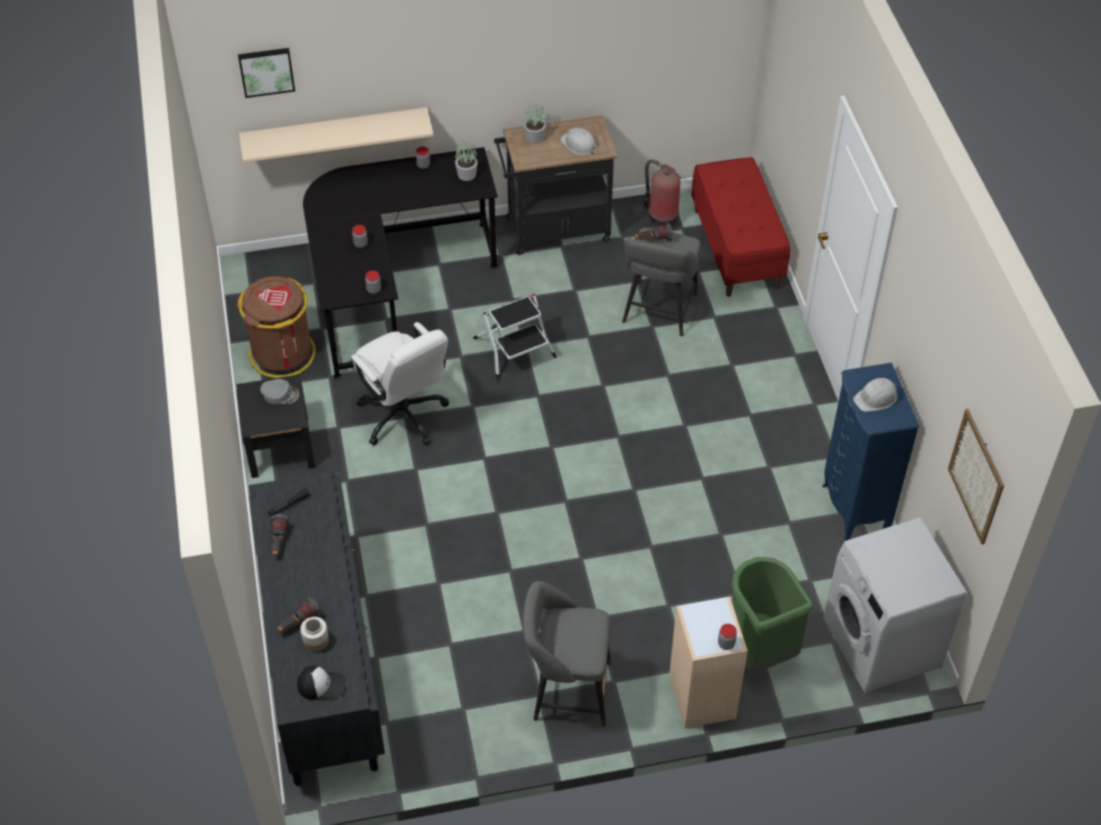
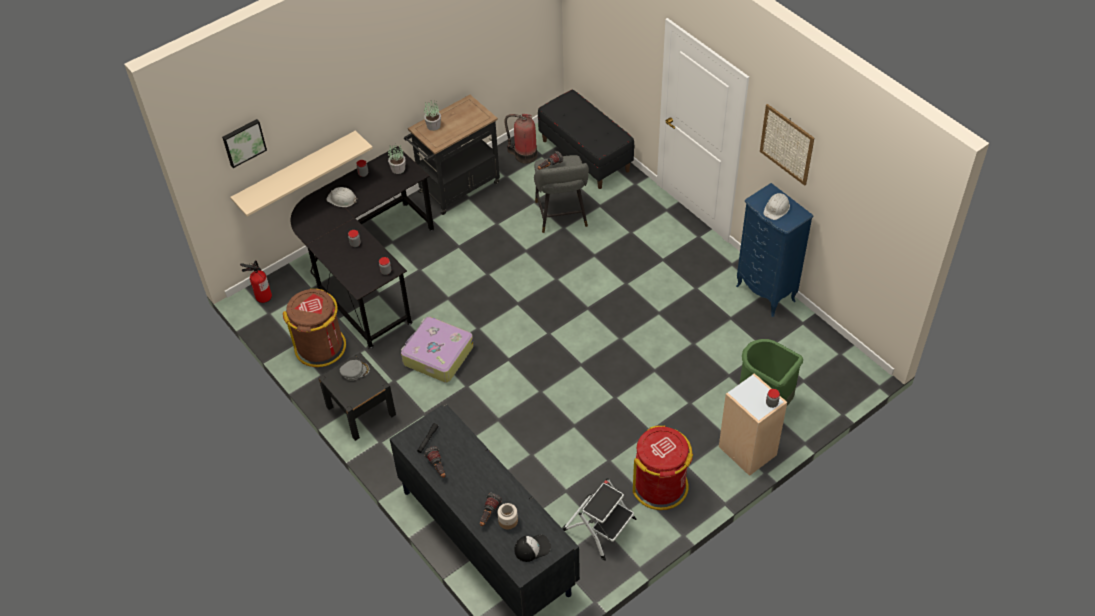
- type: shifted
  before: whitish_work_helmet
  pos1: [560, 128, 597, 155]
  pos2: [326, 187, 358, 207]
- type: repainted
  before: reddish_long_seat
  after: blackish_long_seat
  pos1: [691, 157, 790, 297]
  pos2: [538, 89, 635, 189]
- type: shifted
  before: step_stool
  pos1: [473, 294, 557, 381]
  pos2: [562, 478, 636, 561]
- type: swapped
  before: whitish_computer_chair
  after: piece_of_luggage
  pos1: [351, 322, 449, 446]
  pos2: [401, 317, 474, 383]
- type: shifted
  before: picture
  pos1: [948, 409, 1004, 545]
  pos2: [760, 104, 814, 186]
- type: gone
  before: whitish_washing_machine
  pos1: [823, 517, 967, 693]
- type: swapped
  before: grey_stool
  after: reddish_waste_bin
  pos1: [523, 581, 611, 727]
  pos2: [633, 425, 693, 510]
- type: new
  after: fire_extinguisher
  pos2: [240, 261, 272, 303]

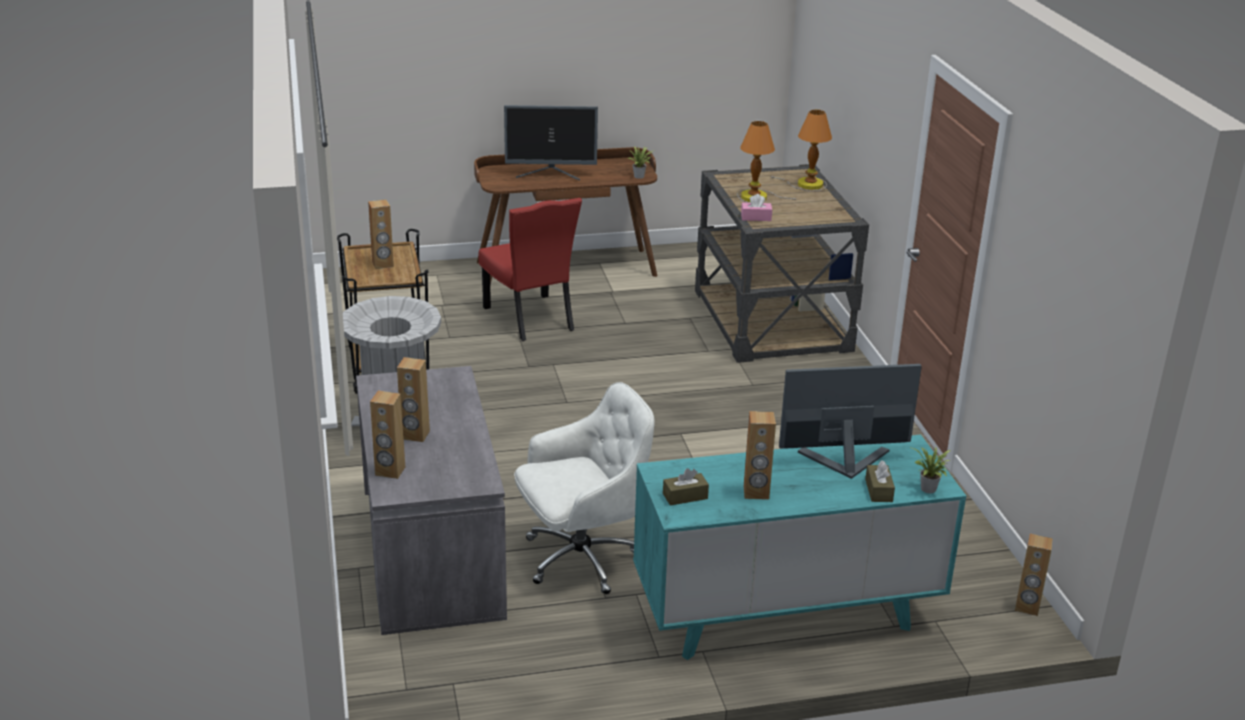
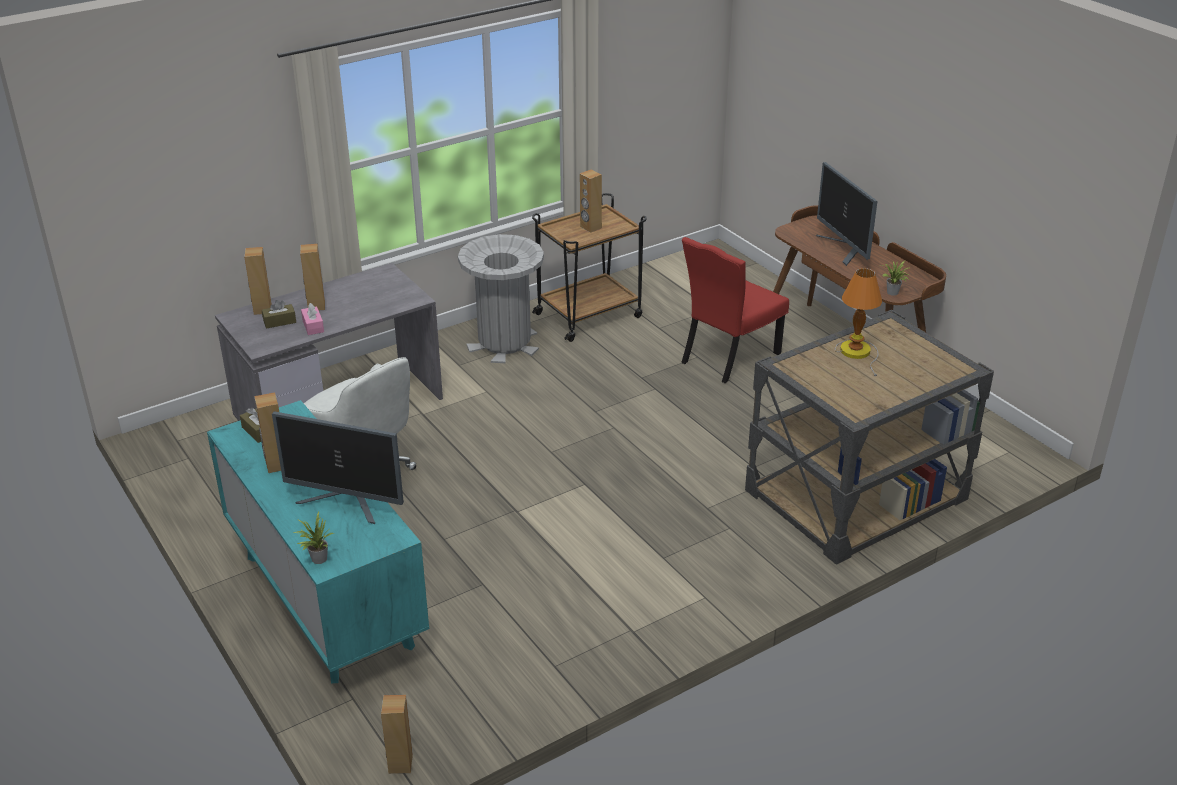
- type: gone
  before: lamp_for_a_table
  pos1: [771, 109, 832, 191]
- type: shifted
  before: pinkish_box_of_tissues
  pos1: [741, 194, 772, 221]
  pos2: [301, 303, 324, 335]
- type: rotated
  before: monitor
  pos1: [779, 364, 922, 479]
  pos2: [272, 411, 404, 524]
  turn: 135
- type: shifted
  before: brown-coloured_box_of_tissues
  pos1: [865, 460, 895, 502]
  pos2: [262, 300, 296, 329]

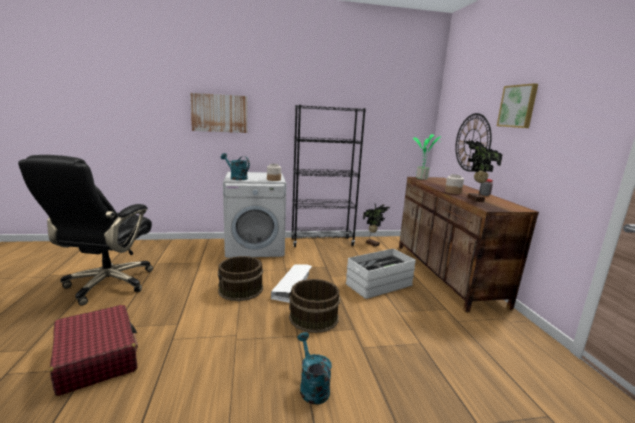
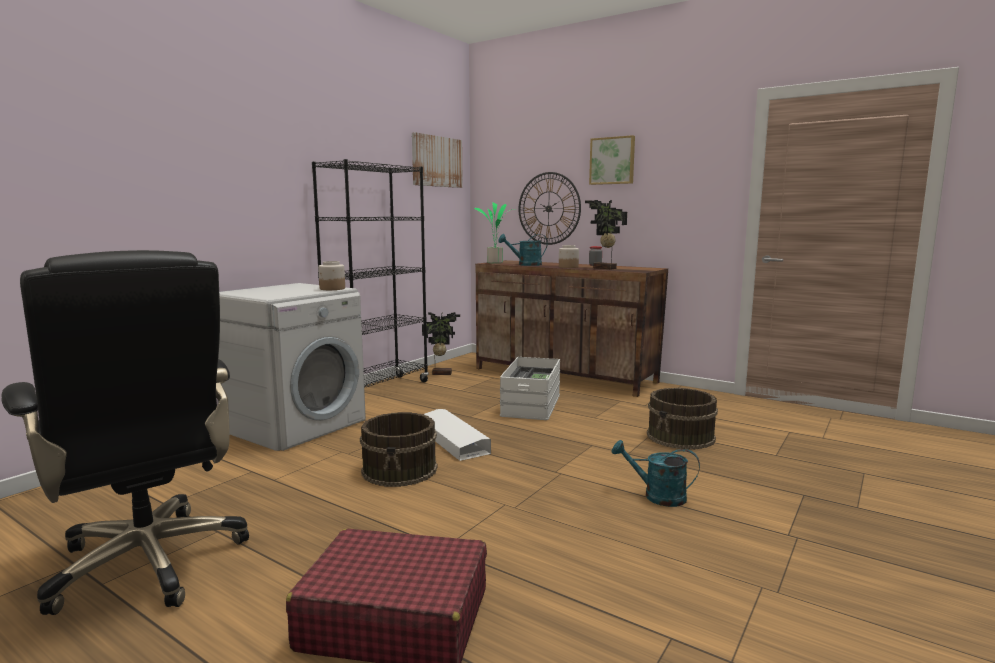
- type: shifted
  before: picture
  pos1: [190, 93, 247, 133]
  pos2: [412, 132, 463, 188]
- type: shifted
  before: turquoise-coloured_sprinkling_can
  pos1: [221, 153, 250, 180]
  pos2: [498, 234, 548, 266]
- type: shifted
  before: brown-coloured_pail
  pos1: [289, 279, 340, 333]
  pos2: [647, 388, 718, 450]

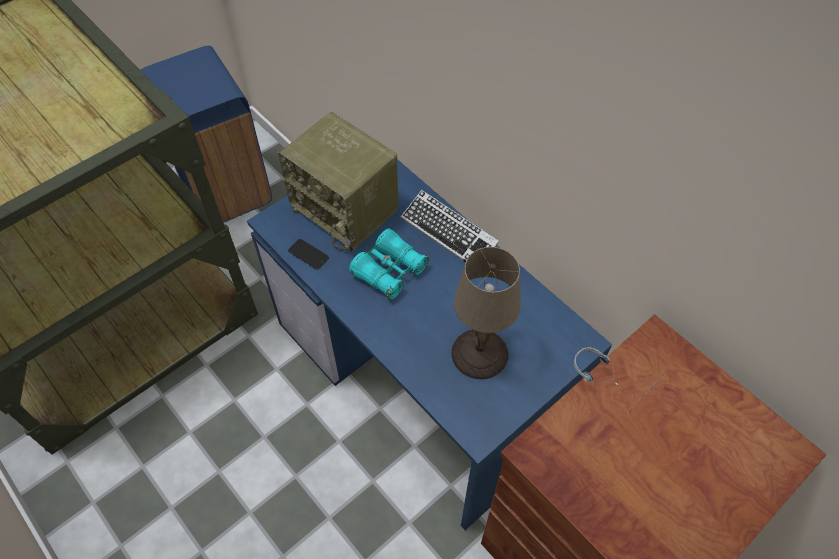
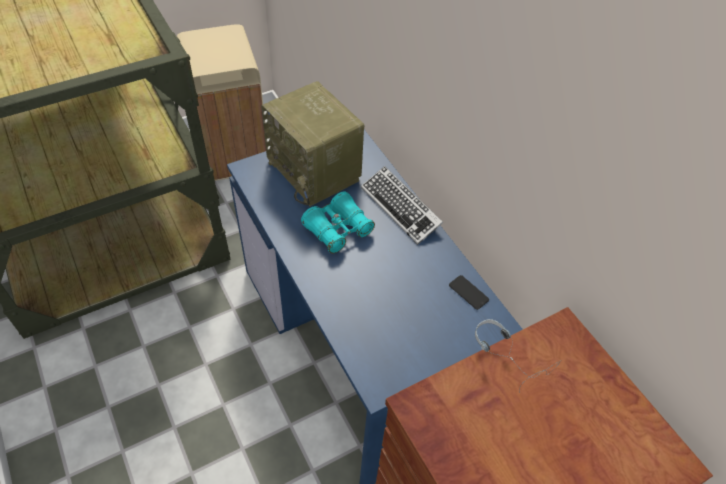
- type: repainted
  before: blue-coloured_waste_bin
  after: beige-coloured_waste_bin
  pos1: [141, 46, 272, 223]
  pos2: [176, 24, 268, 181]
- type: shifted
  before: phone
  pos1: [288, 239, 329, 269]
  pos2: [449, 275, 489, 310]
- type: gone
  before: beige-coloured_lamp_for_a_table
  pos1: [452, 247, 521, 379]

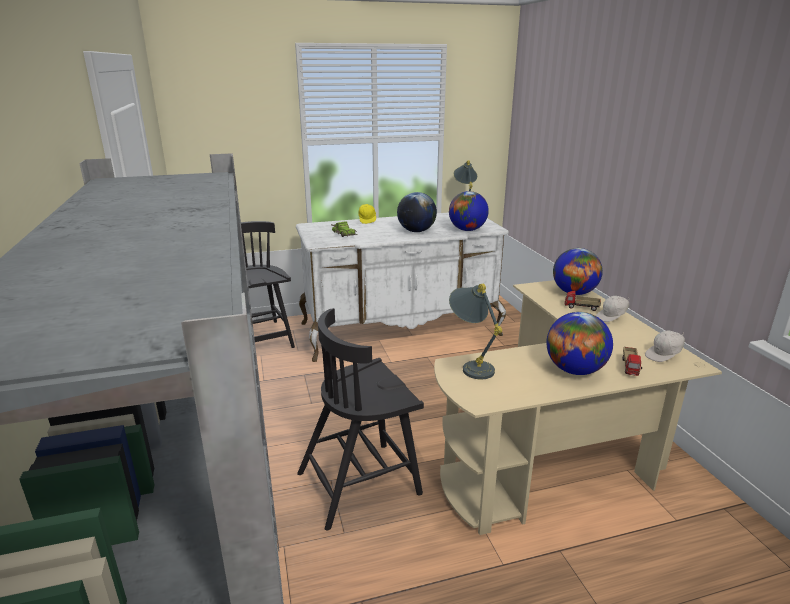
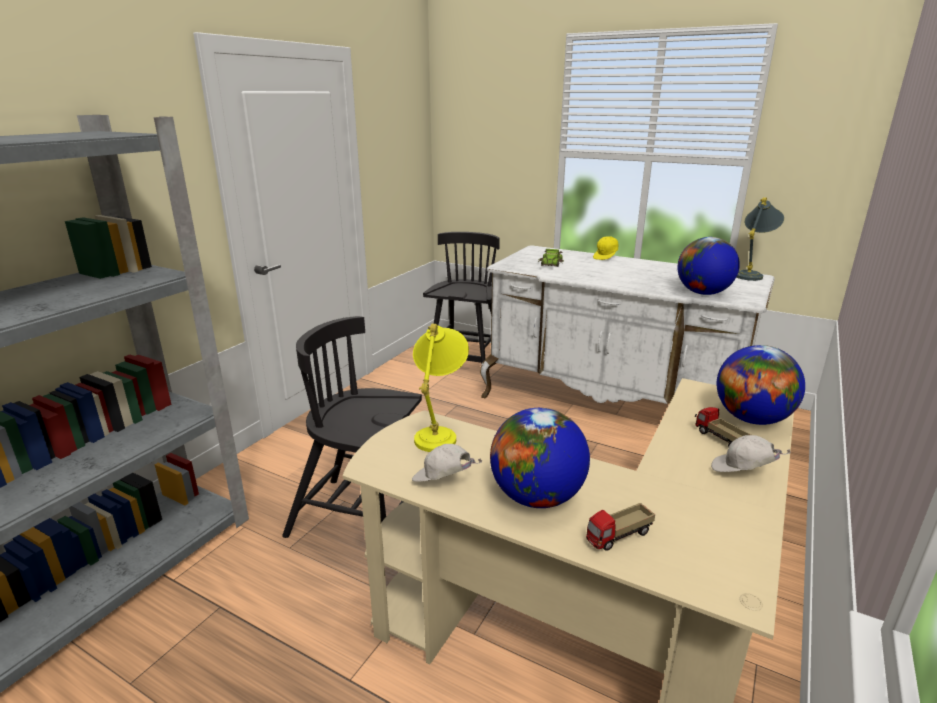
- type: gone
  before: globe
  pos1: [397, 192, 437, 232]
- type: repainted
  before: grey_lamp_for_a_table
  after: yellow-coloured_lamp_for_a_table
  pos1: [449, 284, 502, 379]
  pos2: [413, 324, 469, 452]
- type: shifted
  before: whitish_baseball_cap
  pos1: [645, 331, 685, 362]
  pos2: [412, 444, 482, 482]

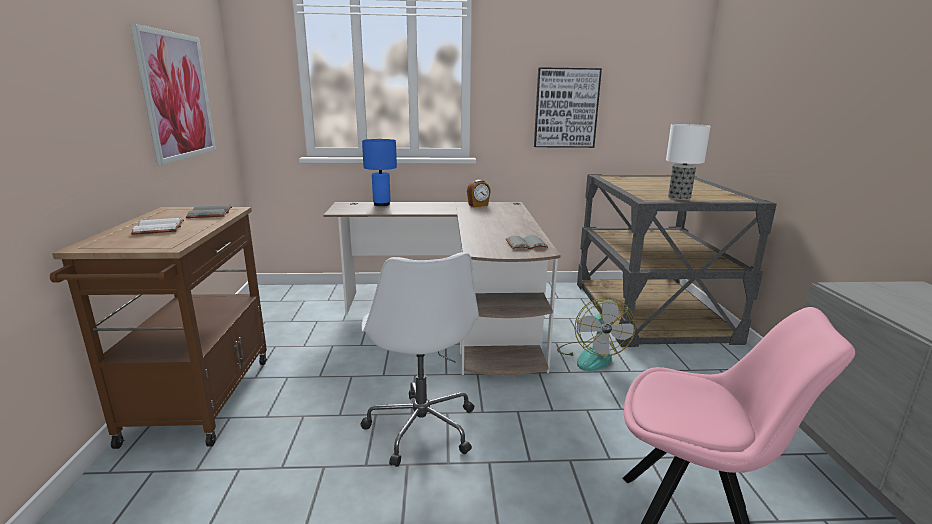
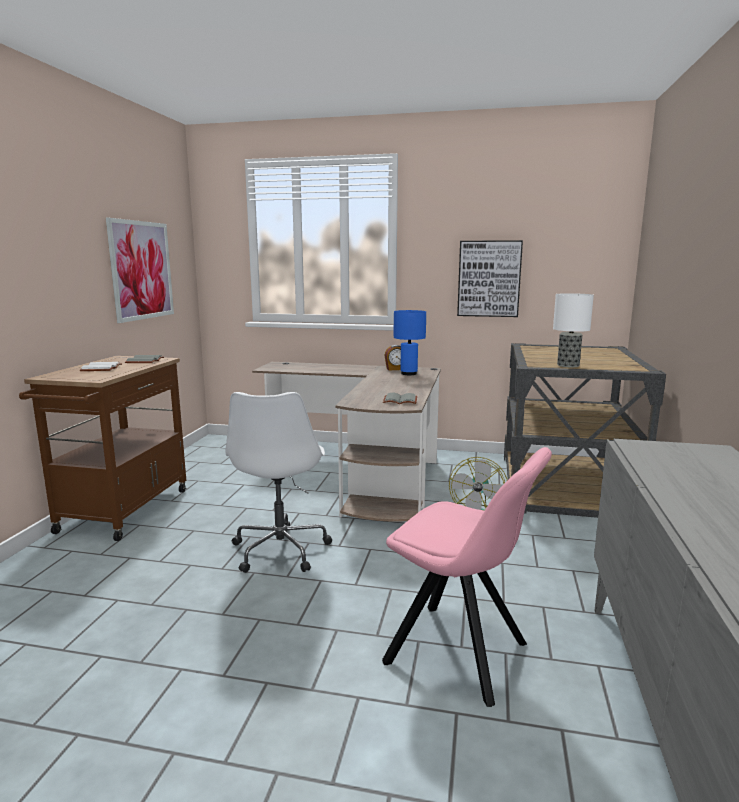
- type: shifted
  before: blue-coloured_lamp_for_a_table
  pos1: [362, 139, 397, 206]
  pos2: [394, 310, 426, 375]

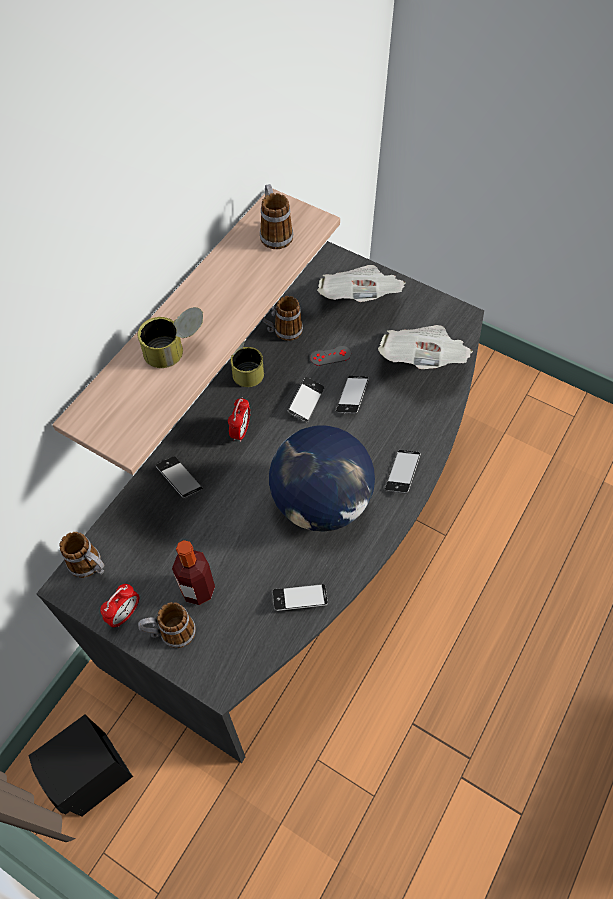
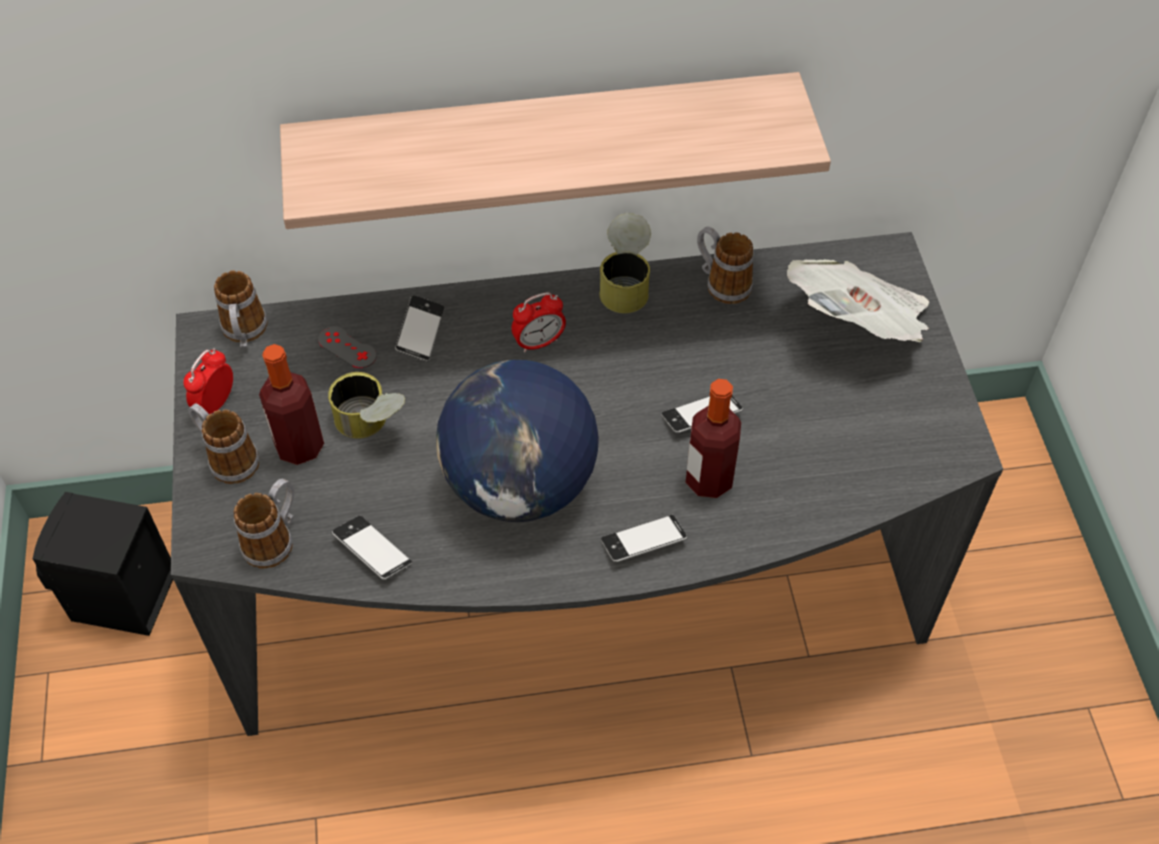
- type: shifted
  before: tea_mug
  pos1: [260, 184, 293, 249]
  pos2: [234, 479, 294, 569]
- type: shifted
  before: can
  pos1: [138, 307, 203, 368]
  pos2: [328, 372, 405, 439]
- type: gone
  before: newspaper
  pos1: [378, 325, 473, 369]
- type: shifted
  before: grey_joypad
  pos1: [310, 346, 351, 366]
  pos2: [318, 326, 377, 368]
- type: gone
  before: phone
  pos1: [287, 377, 325, 423]
- type: rotated
  before: bedside_clock
  pos1: [100, 584, 139, 627]
  pos2: [183, 348, 233, 414]
  turn: 120
- type: new
  after: beverage_bottle
  pos2: [686, 379, 741, 498]

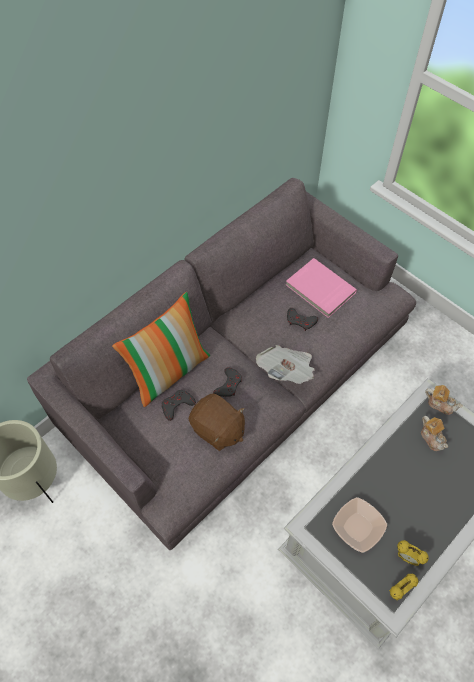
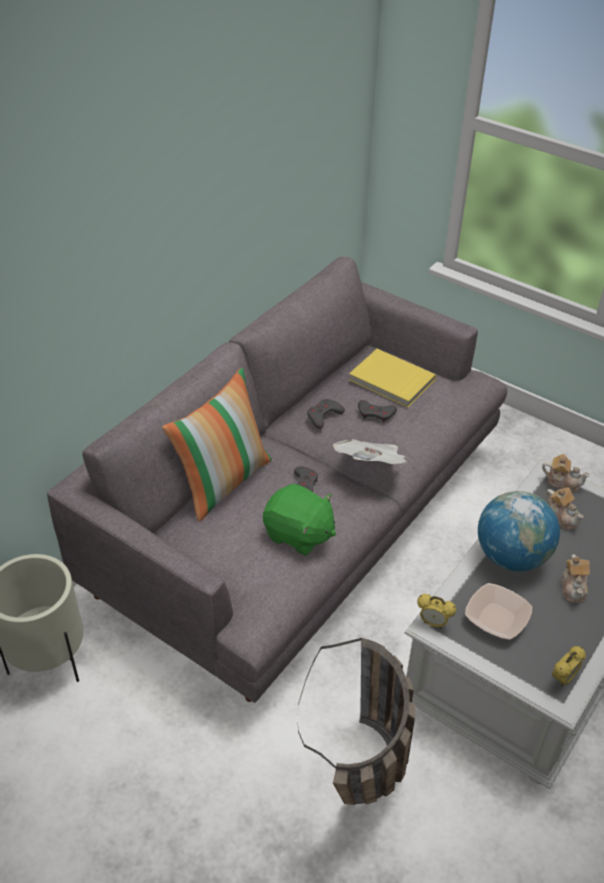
- type: repainted
  before: pinkish_book
  after: yellow-coloured_book
  pos1: [286, 258, 357, 318]
  pos2: [349, 349, 436, 407]
- type: shifted
  before: grey_joypad
  pos1: [162, 390, 196, 421]
  pos2: [307, 399, 345, 429]
- type: repainted
  before: brown-coloured_cuddly_toy
  after: green-coloured_cuddly_toy
  pos1: [188, 394, 245, 451]
  pos2: [263, 484, 336, 556]
- type: shifted
  before: bedside_clock
  pos1: [397, 540, 429, 566]
  pos2: [417, 594, 456, 628]
- type: new
  after: globe
  pos2: [478, 491, 560, 572]
- type: new
  after: tea_pot
  pos2: [561, 554, 590, 603]
- type: new
  after: basket
  pos2: [298, 638, 415, 805]

